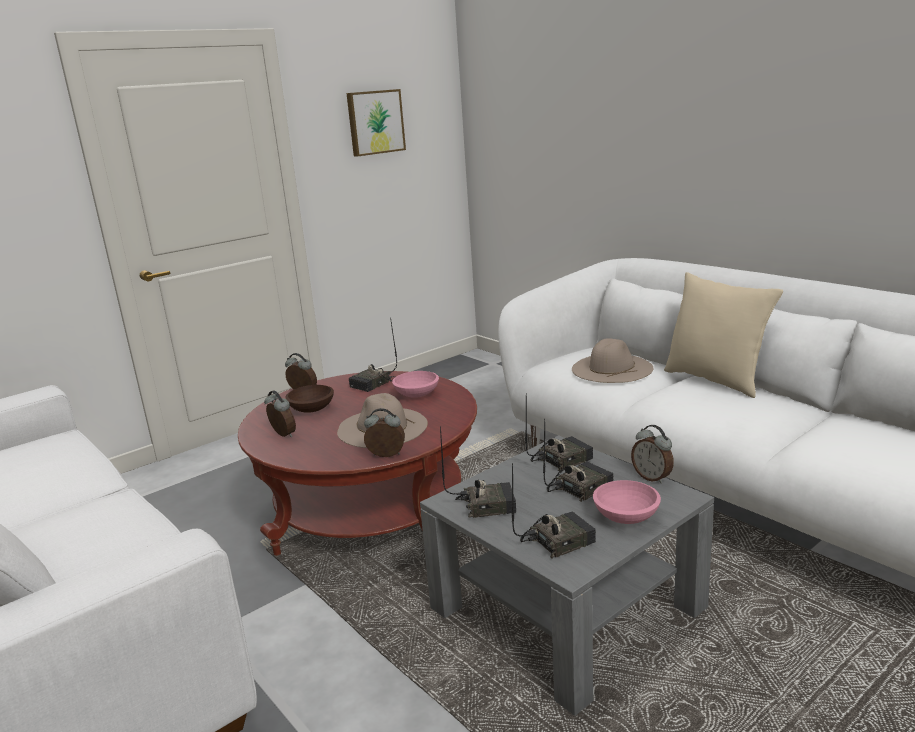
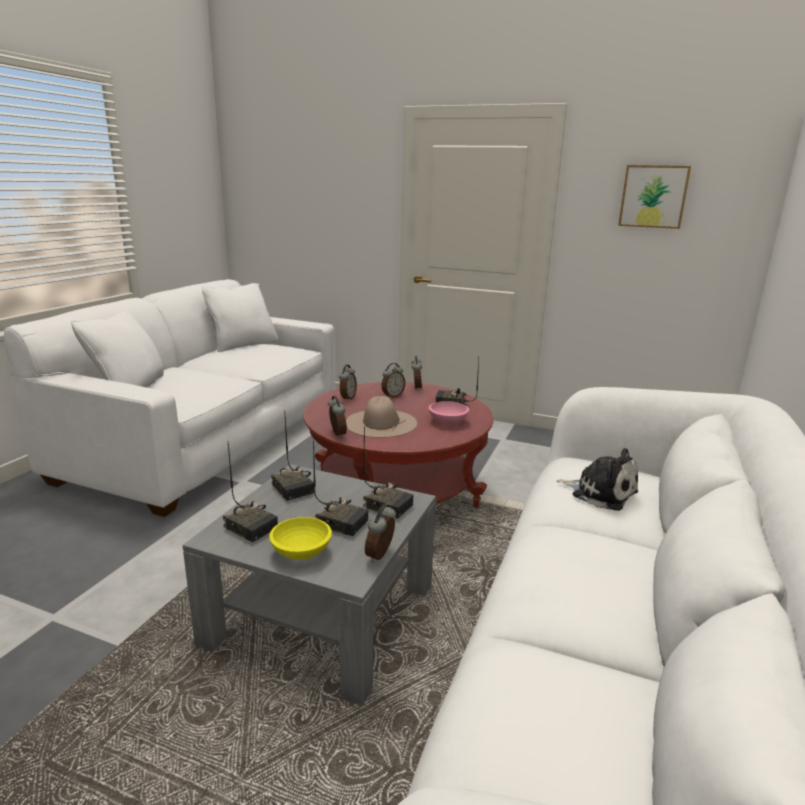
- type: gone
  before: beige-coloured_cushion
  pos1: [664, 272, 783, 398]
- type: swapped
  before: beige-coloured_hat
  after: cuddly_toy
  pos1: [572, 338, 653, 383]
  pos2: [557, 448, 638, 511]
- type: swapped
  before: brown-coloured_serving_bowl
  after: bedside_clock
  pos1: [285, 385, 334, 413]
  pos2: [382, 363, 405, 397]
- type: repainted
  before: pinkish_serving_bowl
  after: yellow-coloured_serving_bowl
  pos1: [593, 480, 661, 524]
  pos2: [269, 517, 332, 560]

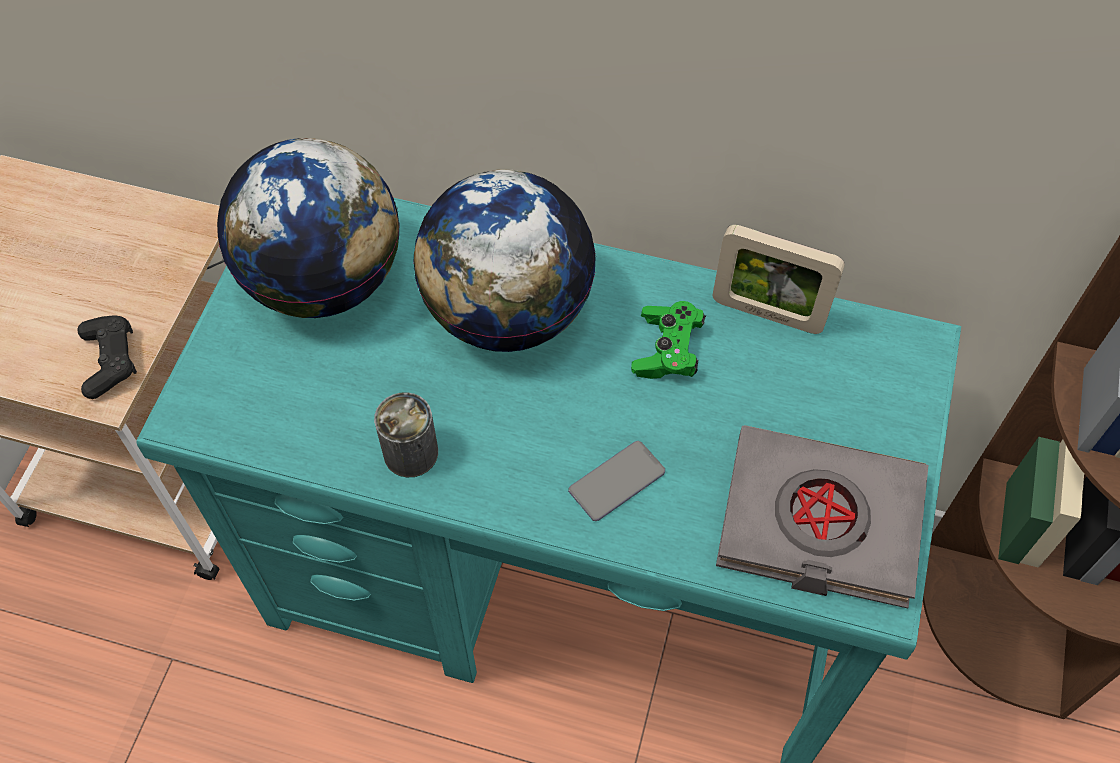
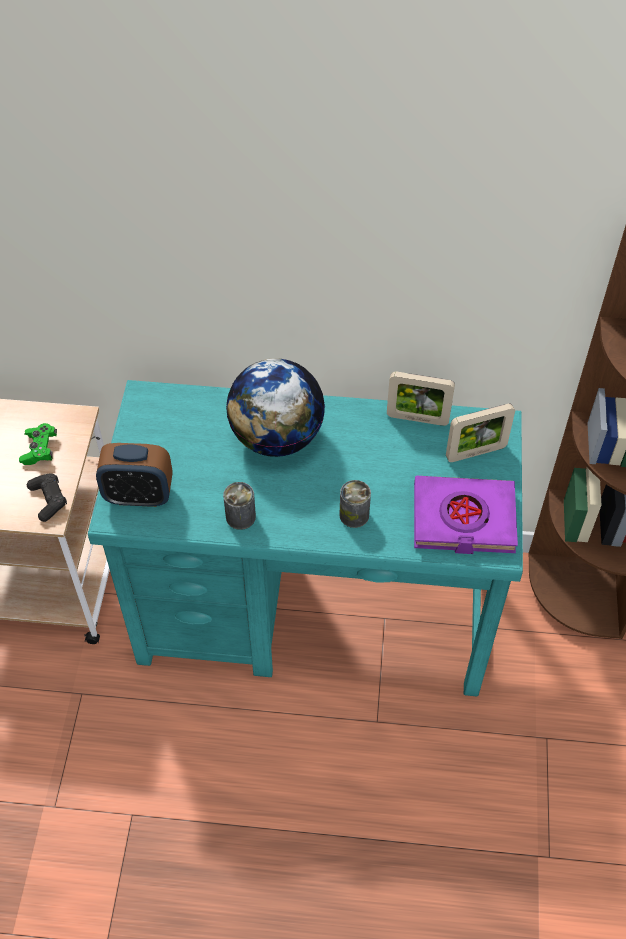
- type: gone
  before: globe
  pos1: [217, 138, 400, 318]
- type: shifted
  before: green-coloured_joypad
  pos1: [631, 301, 706, 379]
  pos2: [19, 423, 57, 465]
- type: repainted
  before: grey_book
  after: purple_book
  pos1: [716, 425, 928, 609]
  pos2: [414, 476, 518, 554]
- type: swapped
  before: phone
  after: can
  pos1: [568, 441, 665, 521]
  pos2: [339, 480, 371, 528]
- type: new
  after: picture_frame
  pos2: [446, 404, 515, 462]
- type: new
  after: bedside_clock
  pos2: [96, 443, 173, 507]

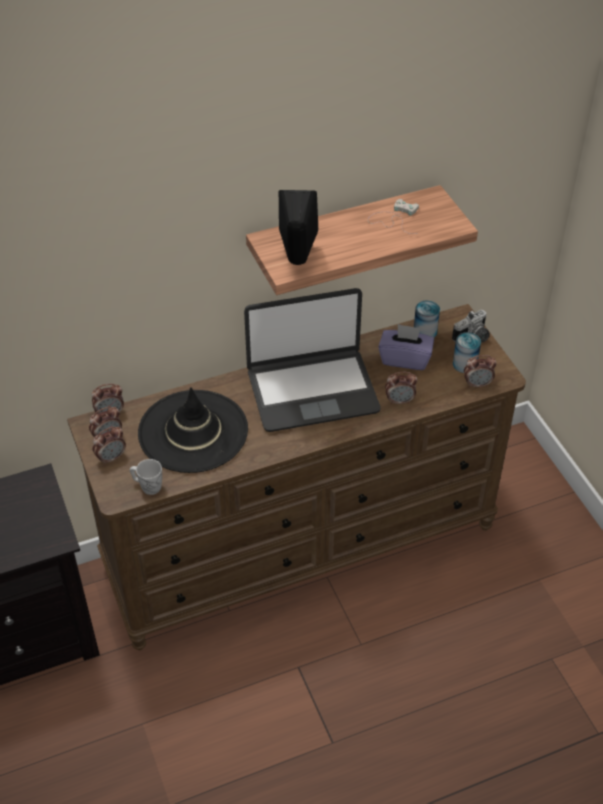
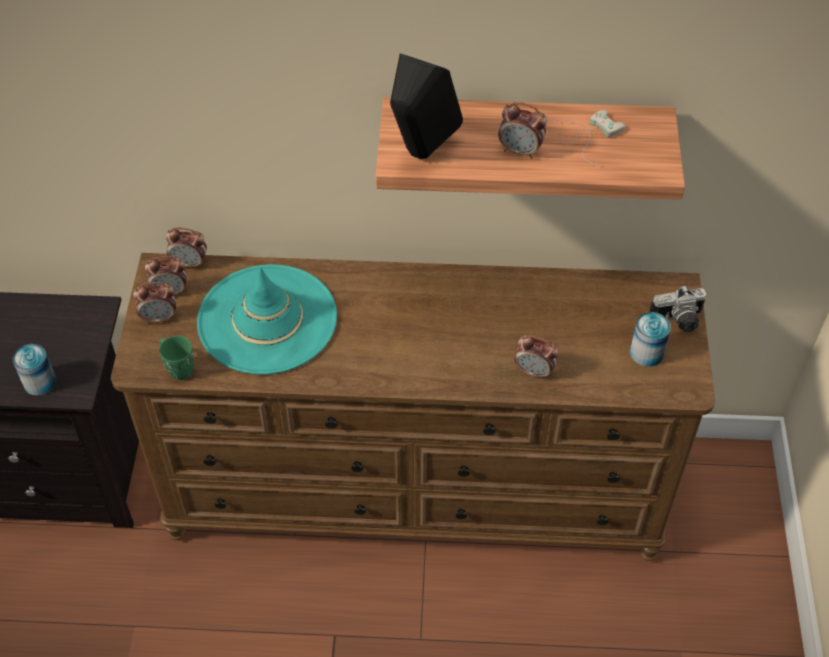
- type: gone
  before: laptop
  pos1: [244, 288, 381, 432]
- type: shifted
  before: can
  pos1: [414, 300, 440, 338]
  pos2: [13, 344, 56, 396]
- type: gone
  before: purple_box_of_tissues
  pos1: [378, 324, 434, 370]
- type: shifted
  before: bedside_clock
  pos1: [464, 355, 497, 388]
  pos2: [498, 102, 547, 159]
- type: repainted
  before: blackish_hat
  after: turquoise-coloured_hat
  pos1: [138, 387, 248, 473]
  pos2: [197, 264, 337, 375]
- type: repainted
  before: whitish_tea_mug
  after: green-coloured_tea_mug
  pos1: [130, 459, 162, 495]
  pos2: [159, 336, 194, 380]

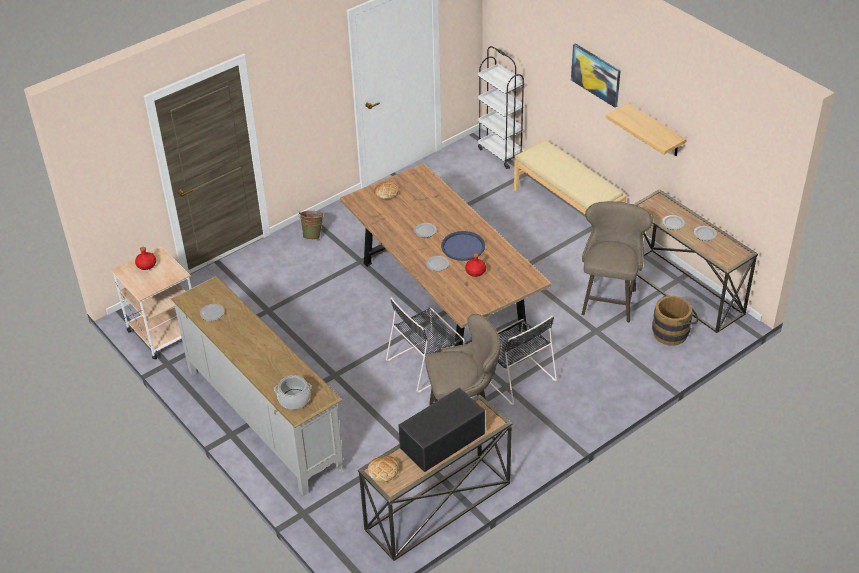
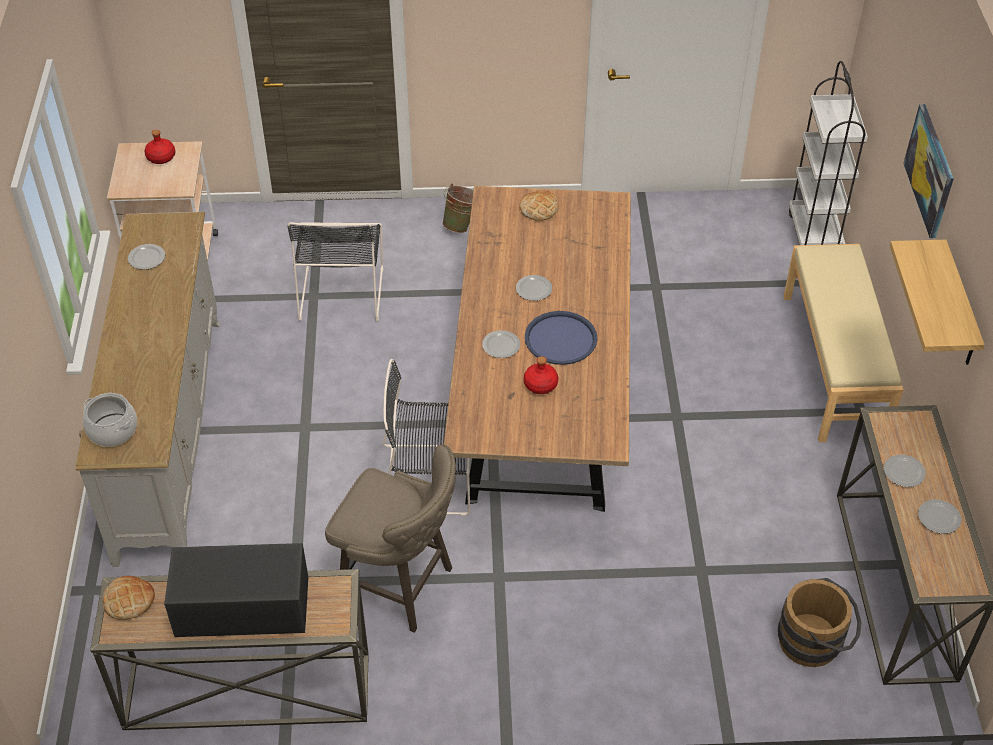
- type: gone
  before: beige-coloured_stool
  pos1: [581, 201, 653, 322]
- type: shifted
  before: blackish_chair
  pos1: [490, 316, 557, 405]
  pos2: [287, 222, 383, 322]

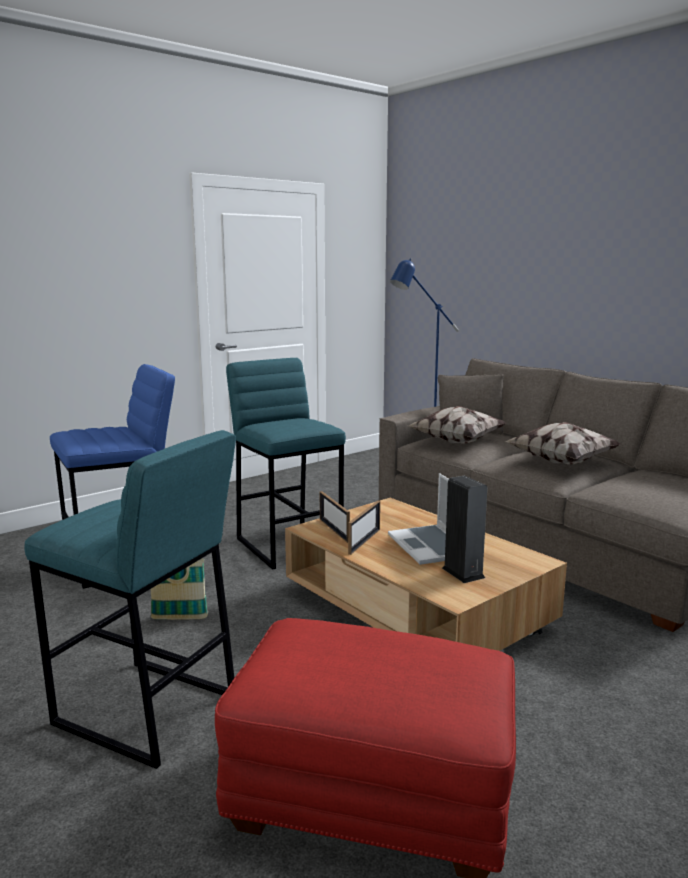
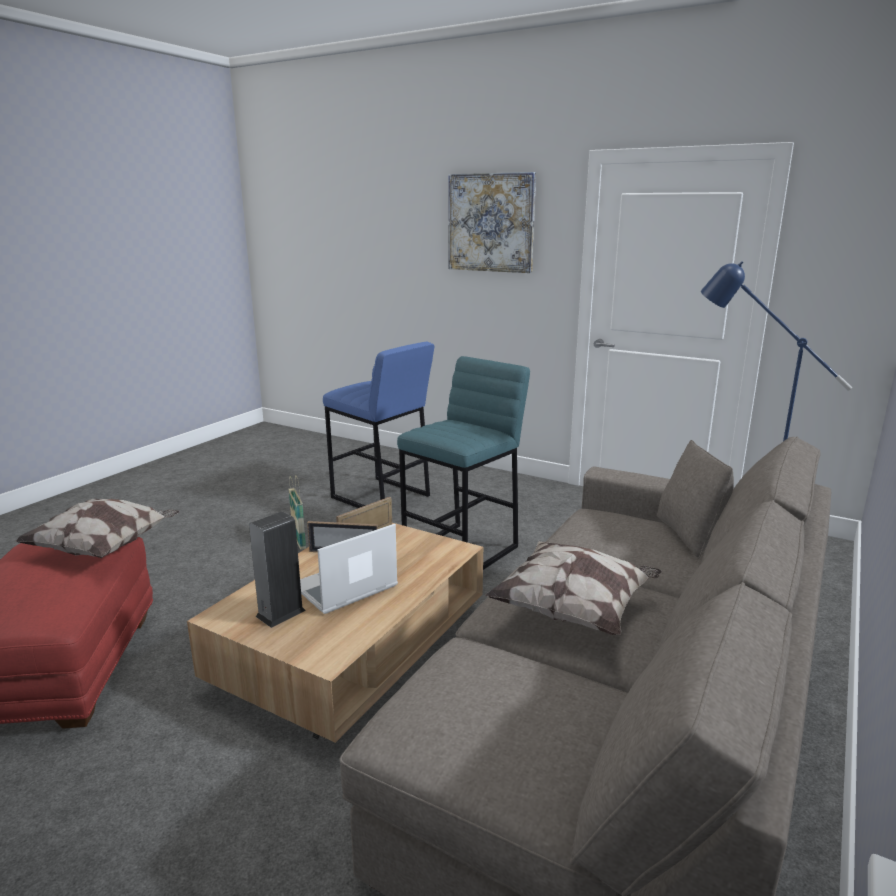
- type: shifted
  before: cushion
  pos1: [409, 406, 506, 444]
  pos2: [15, 499, 180, 558]
- type: gone
  before: turquoise-coloured_stool
  pos1: [24, 430, 236, 769]
- type: new
  after: picture
  pos2: [448, 172, 536, 273]

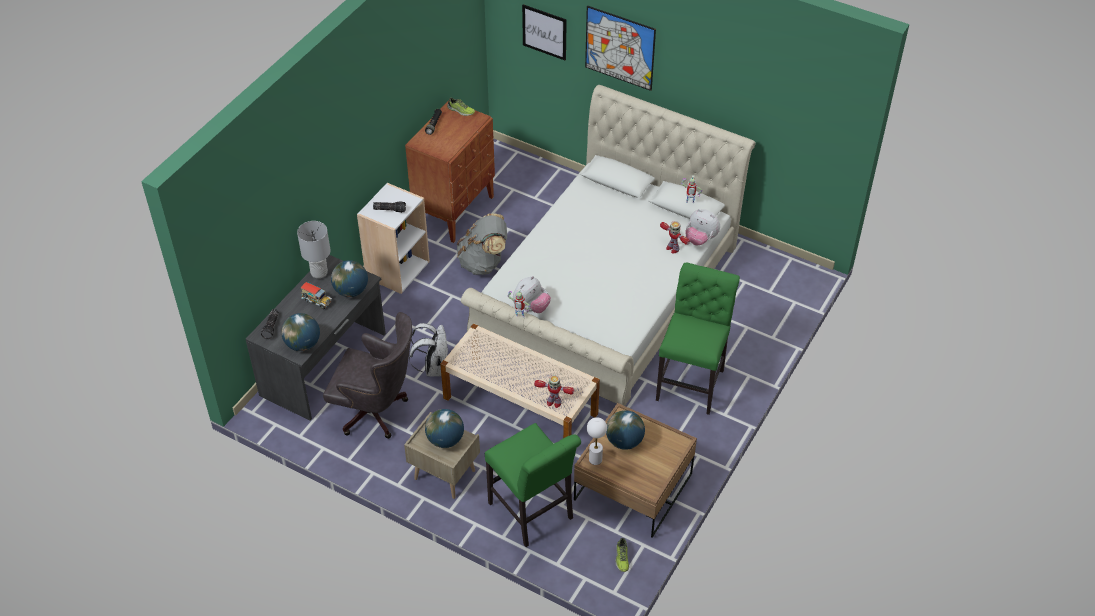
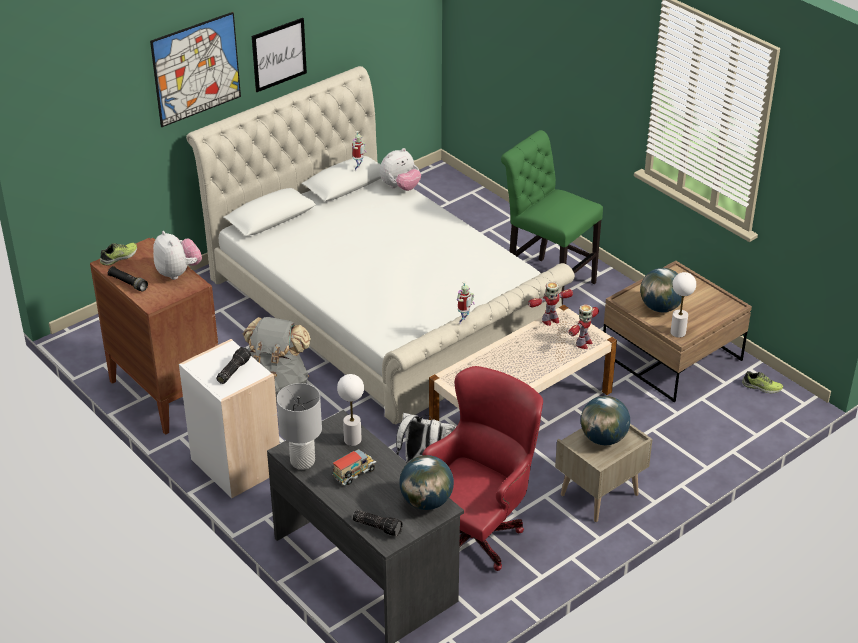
- type: shifted
  before: picture
  pos1: [522, 4, 567, 60]
  pos2: [252, 18, 307, 92]
- type: shifted
  before: toy_robot
  pos1: [660, 221, 690, 254]
  pos2: [528, 282, 573, 326]
- type: swapped
  before: globe
  after: whitish_lamp_for_a_table
  pos1: [331, 260, 368, 297]
  pos2: [337, 374, 364, 446]
- type: shifted
  before: cuddly_toy
  pos1: [513, 276, 551, 313]
  pos2: [153, 231, 202, 280]
- type: repainted
  before: grey_computer_chair
  after: reddish_computer_chair
  pos1: [323, 312, 412, 439]
  pos2: [422, 366, 543, 571]
- type: gone
  before: green-coloured_stool
  pos1: [485, 423, 581, 547]

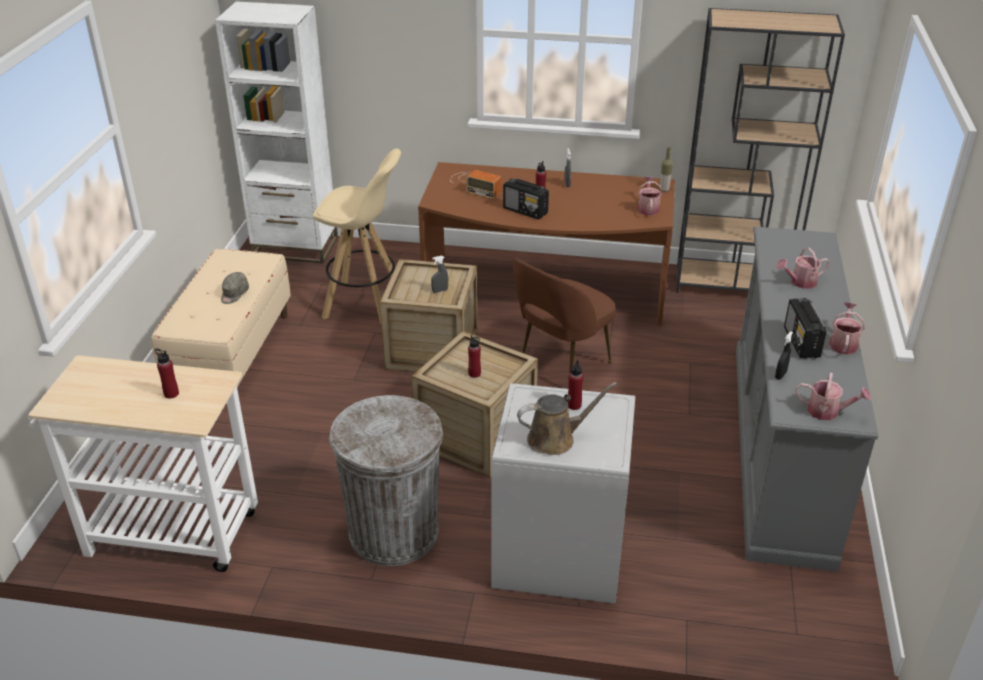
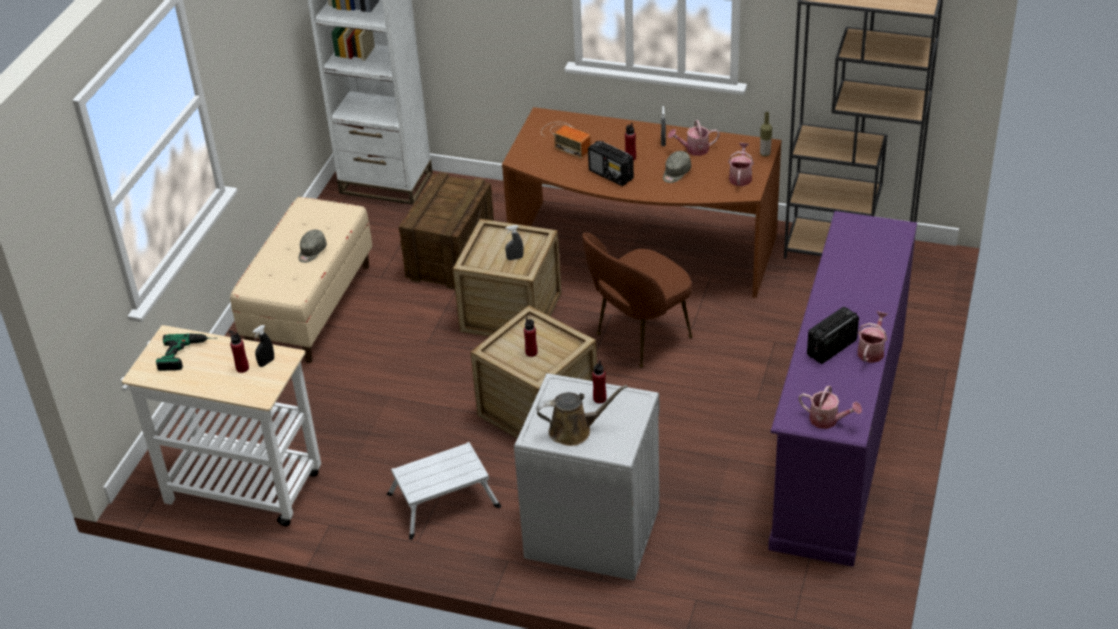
- type: swapped
  before: beige-coloured_stool
  after: packing_crate
  pos1: [313, 148, 401, 324]
  pos2: [399, 172, 494, 290]
- type: repainted
  before: grey_cabinet
  after: purple_cabinet
  pos1: [736, 227, 878, 572]
  pos2: [768, 211, 917, 567]
- type: shifted
  before: sprinkling_can
  pos1: [776, 248, 830, 289]
  pos2: [668, 120, 720, 156]
- type: rotated
  before: radio_set
  pos1: [784, 298, 827, 359]
  pos2: [807, 306, 859, 364]
  turn: 45
- type: shifted
  before: blackish_hand_sprayer
  pos1: [775, 331, 793, 380]
  pos2: [252, 325, 274, 367]
- type: swapped
  before: grey_waste_bin
  after: whitish_step_stool
  pos1: [329, 395, 443, 566]
  pos2: [386, 442, 501, 540]
- type: new
  after: grey_baseball_cap
  pos2: [663, 151, 691, 183]
- type: new
  after: drill
  pos2: [156, 334, 214, 371]

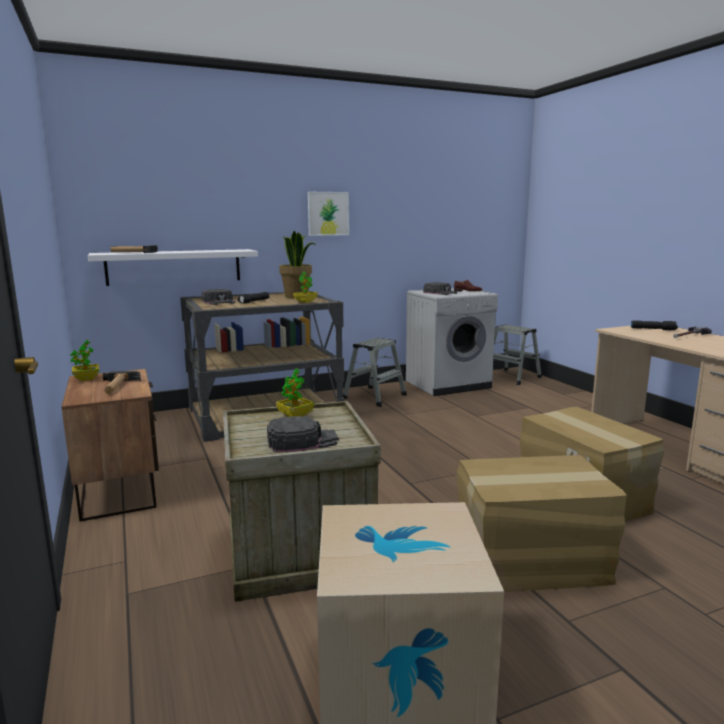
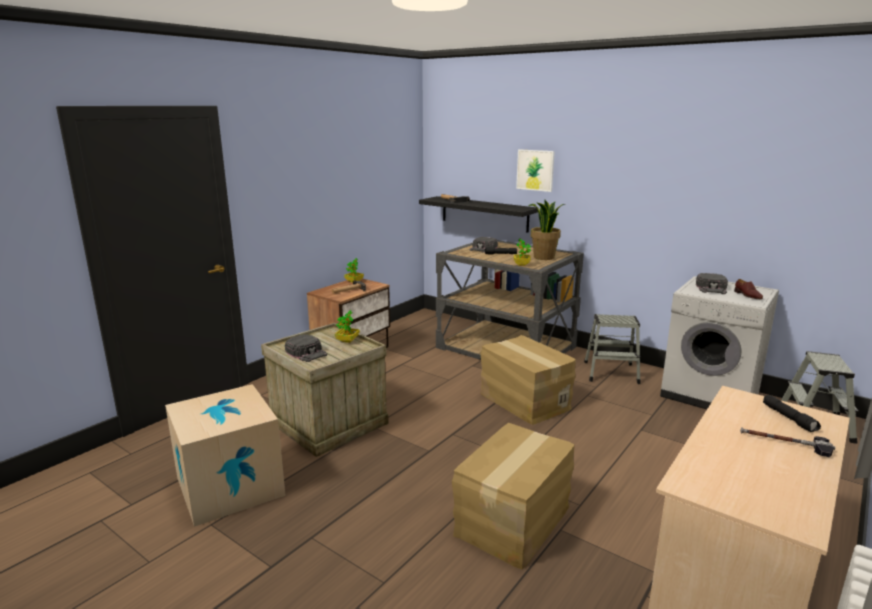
- type: shifted
  before: picture
  pos1: [308, 192, 349, 236]
  pos2: [516, 149, 555, 192]
- type: repainted
  before: whitish_bracket_shelf
  after: blackish_bracket_shelf
  pos1: [88, 249, 258, 286]
  pos2: [419, 196, 539, 232]
- type: shifted
  before: packing_box
  pos1: [457, 455, 627, 592]
  pos2: [481, 335, 576, 425]

